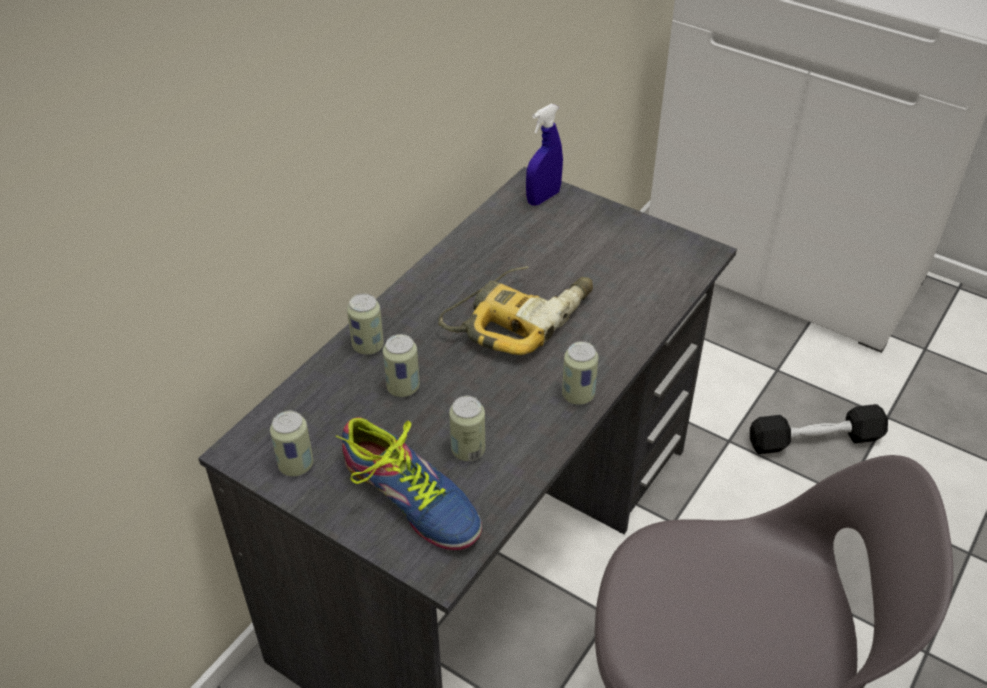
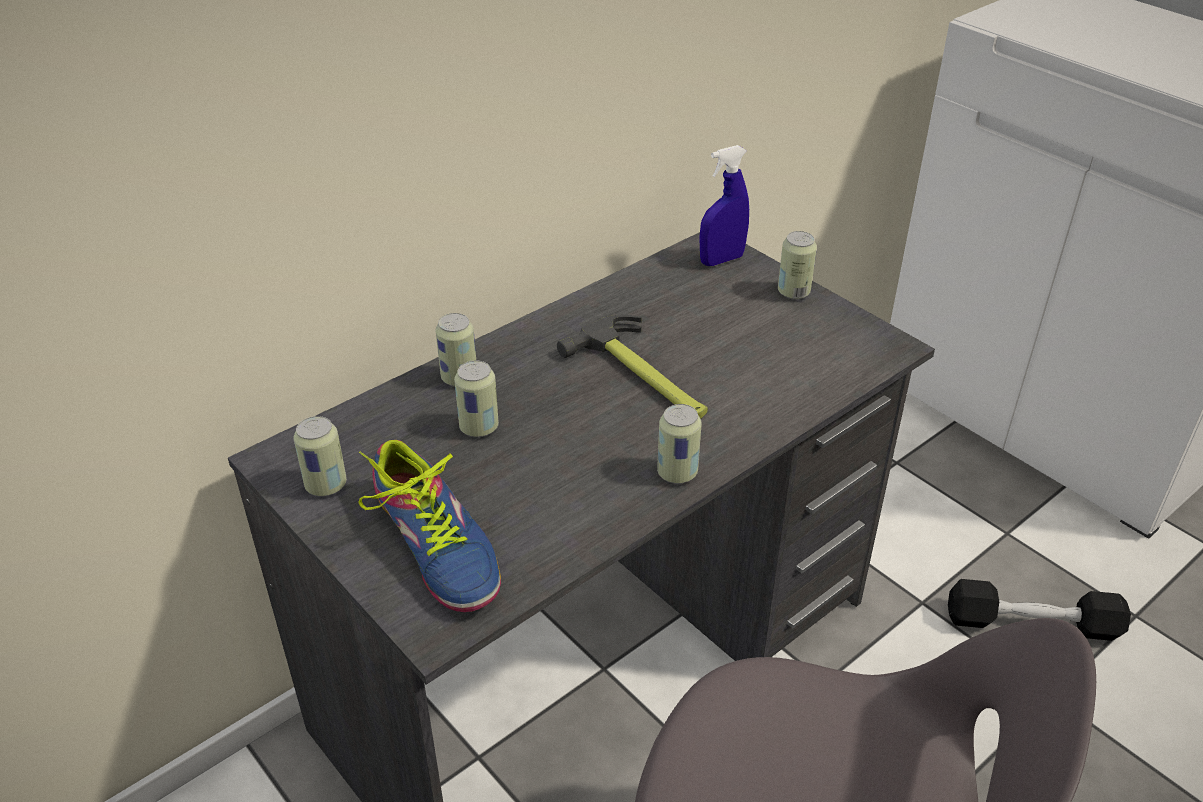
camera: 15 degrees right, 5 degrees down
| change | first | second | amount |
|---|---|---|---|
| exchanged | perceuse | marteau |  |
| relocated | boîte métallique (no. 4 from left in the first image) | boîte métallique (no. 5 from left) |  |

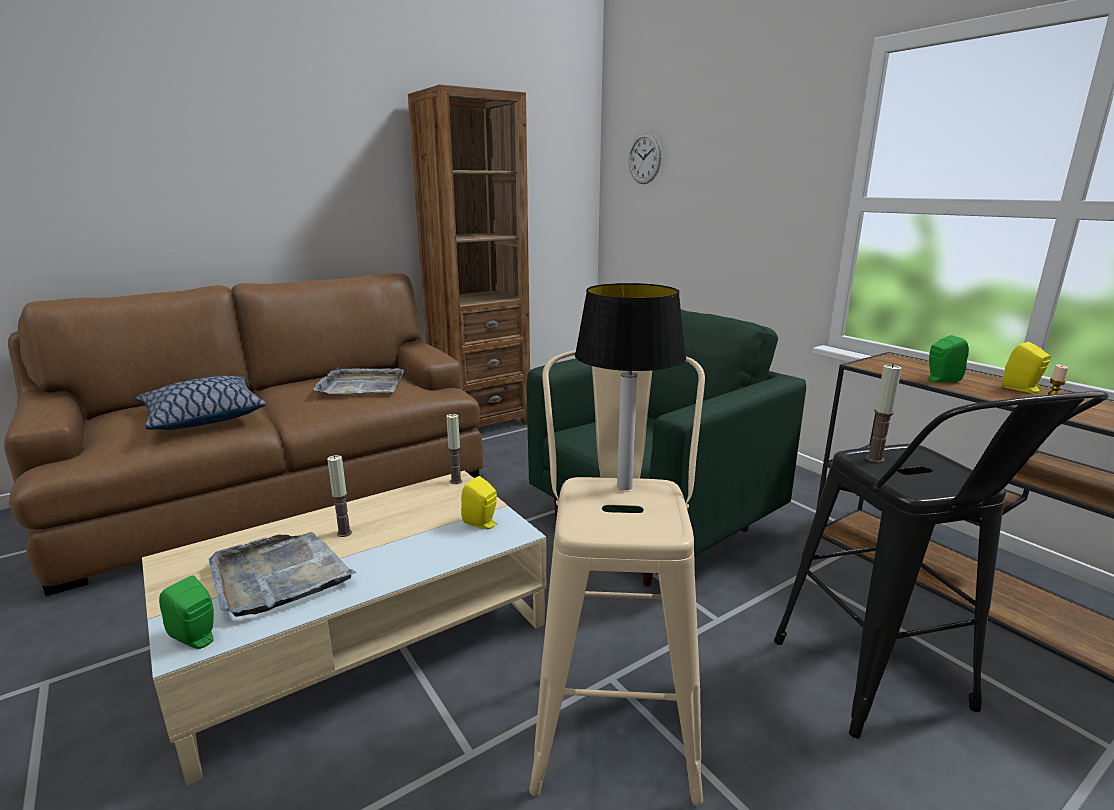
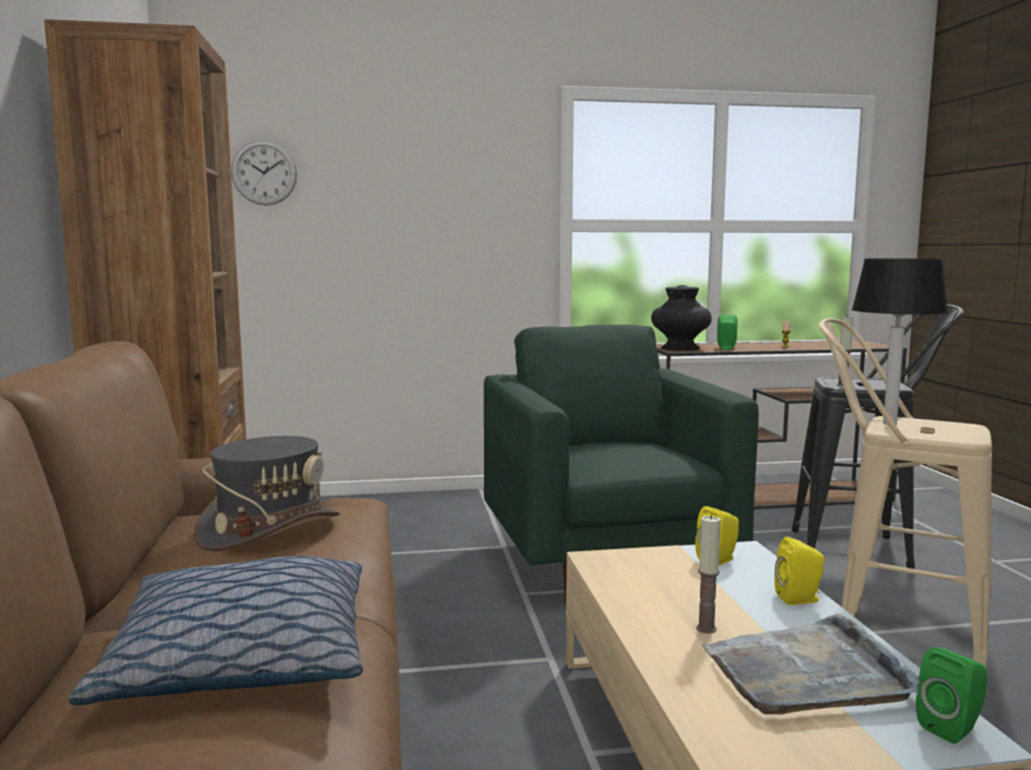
camera: 65 degrees left, 10 degrees down
| change | first | second | amount |
|---|---|---|---|
| relocated | enceinte/jaune (no. 2 from left) |  |  |
| exchanged | plateau/gris (no. 2 from left) | chapeau/gris |  |
| missing | bougie (no. 2 from left) |  |  |
| appeared |  | vase/noir |  |

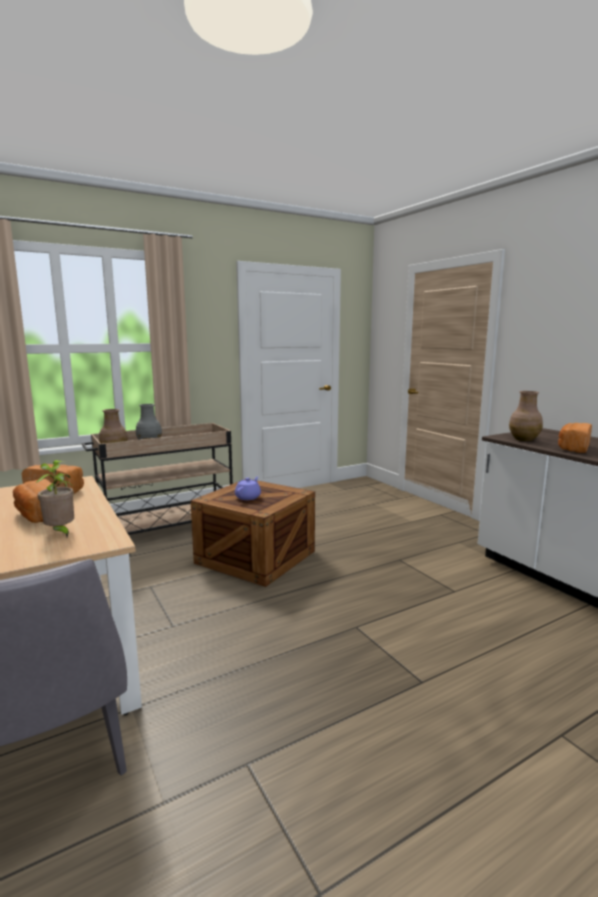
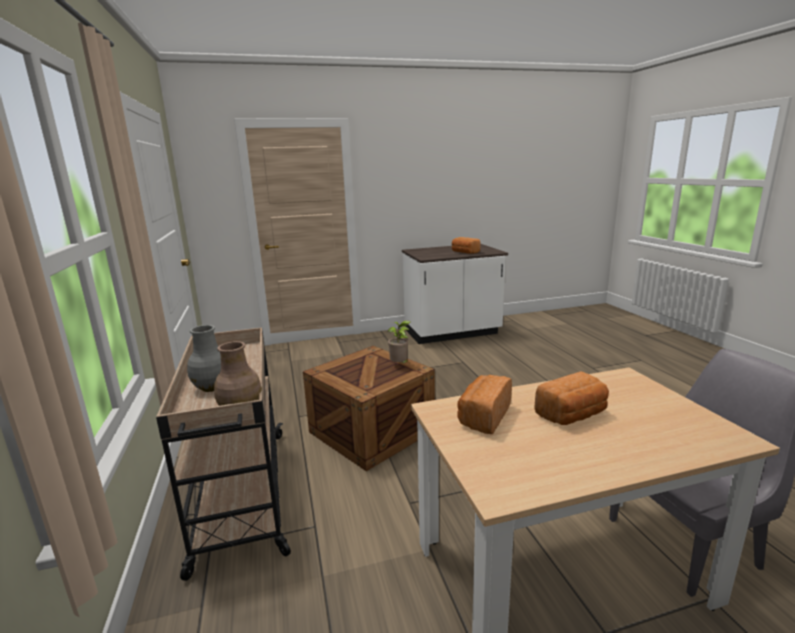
camera: 75 degrees left, 5 degrees up
| change | first | second | amount |
|---|---|---|---|
| missing | vase/marron (no. 2 from left) |  |  |
| relocated | plante en pot |  |  |
| missing | théière/violet |  |  |

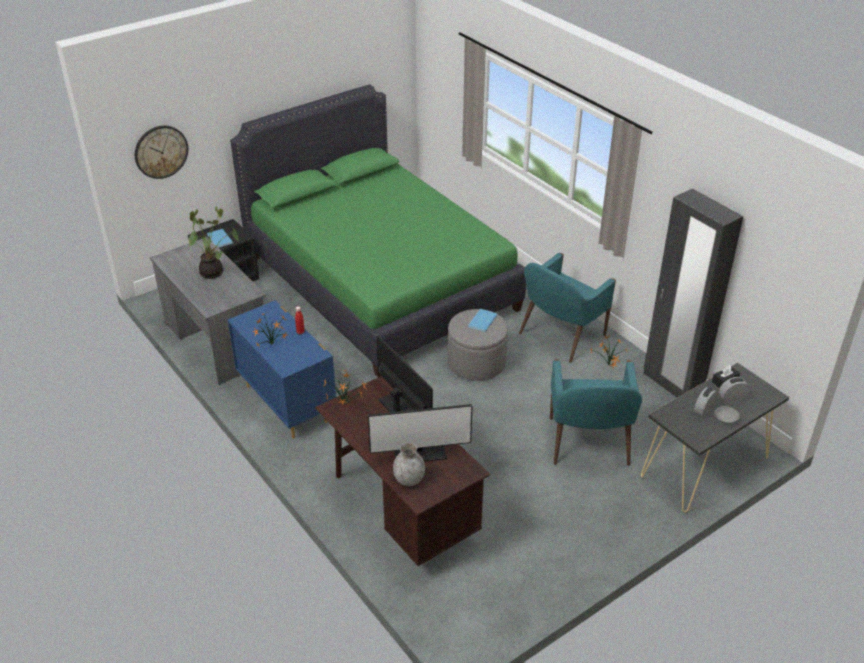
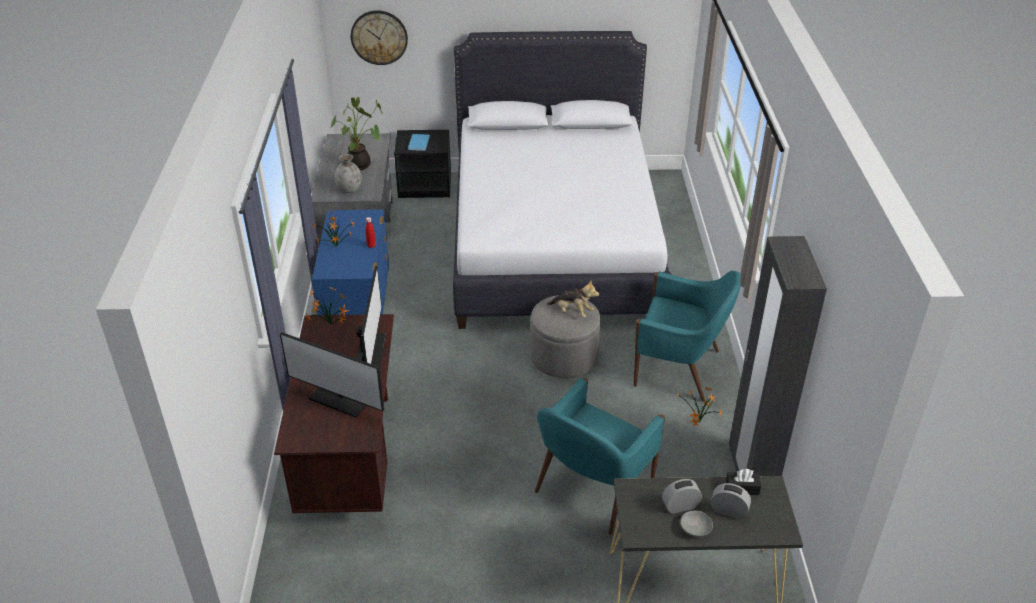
camera: 35 degrees right, 0 degrees up
| change | first | second | amount |
|---|---|---|---|
| colour | lit/vert | lit/blanc |  |
| spun | fauteuil/turquoise (no. 1 from left in the first image) | fauteuil/turquoise (no. 2 from left) | 150 degrees counterclockwise |
| exchanged | livre/bleu (no. 2 from left) | peluche |  |
| relocated | vase/gris |  |  |

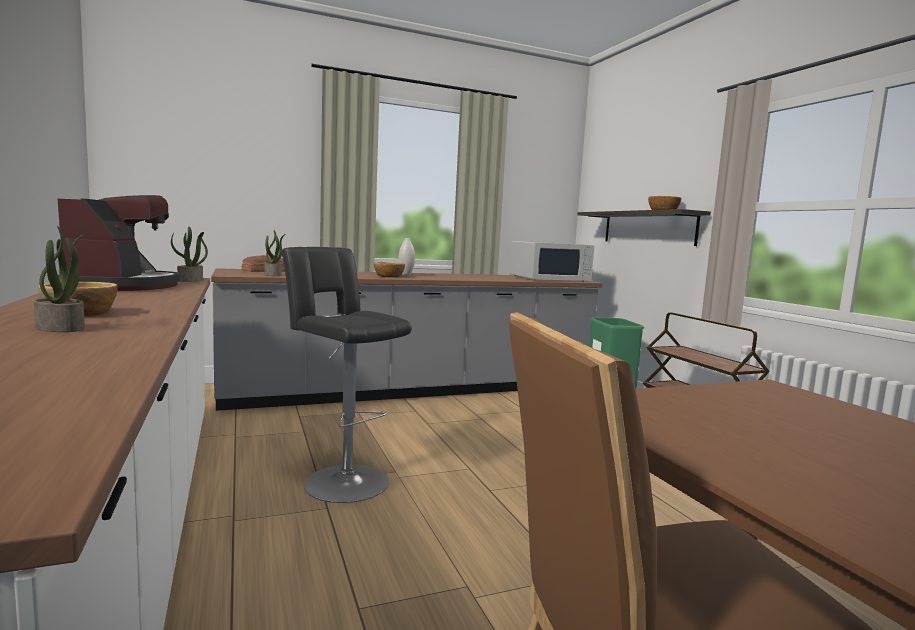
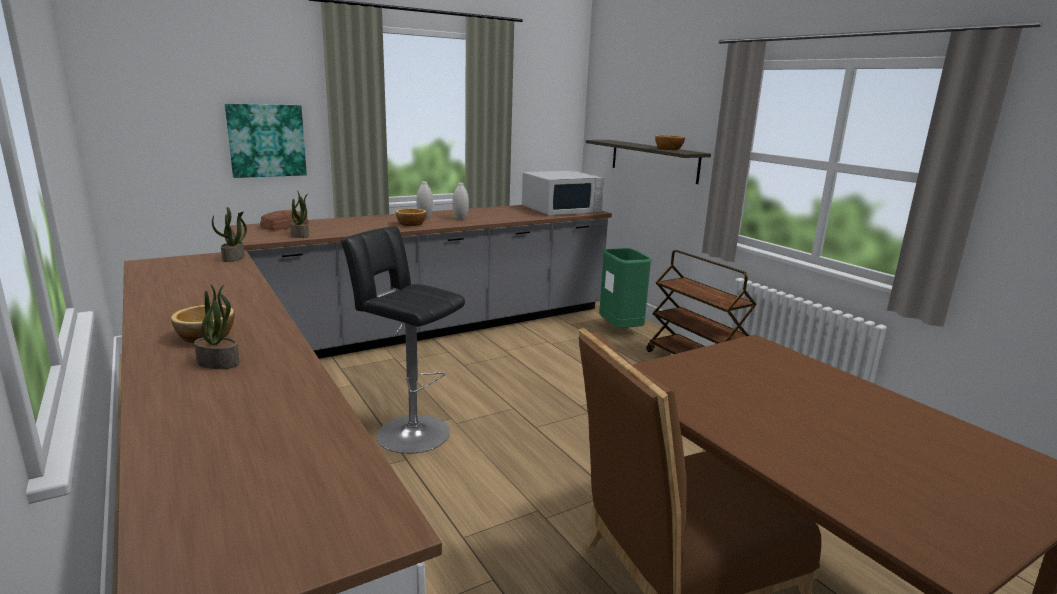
camera: 10 degrees left, 10 degrees up
| change | first | second | amount |
|---|---|---|---|
| missing | machine à café |  |  |
| appeared |  | tableau |  |
| appeared |  | vase/blanc (no. 2 from left) |  |

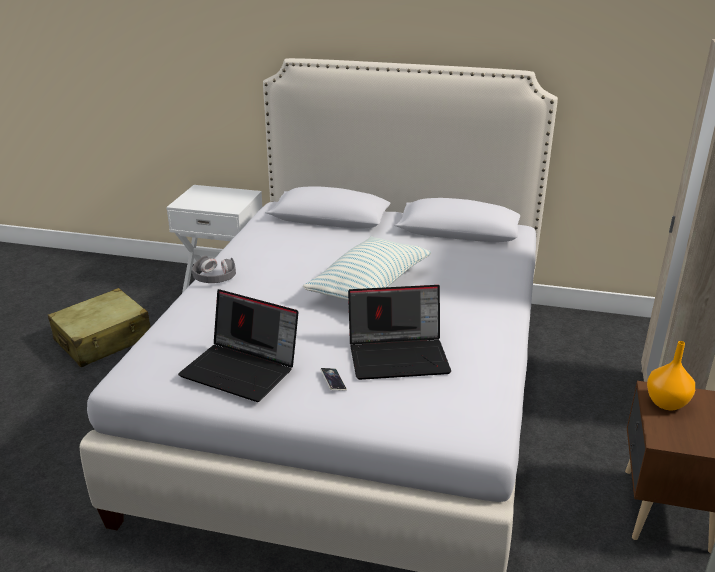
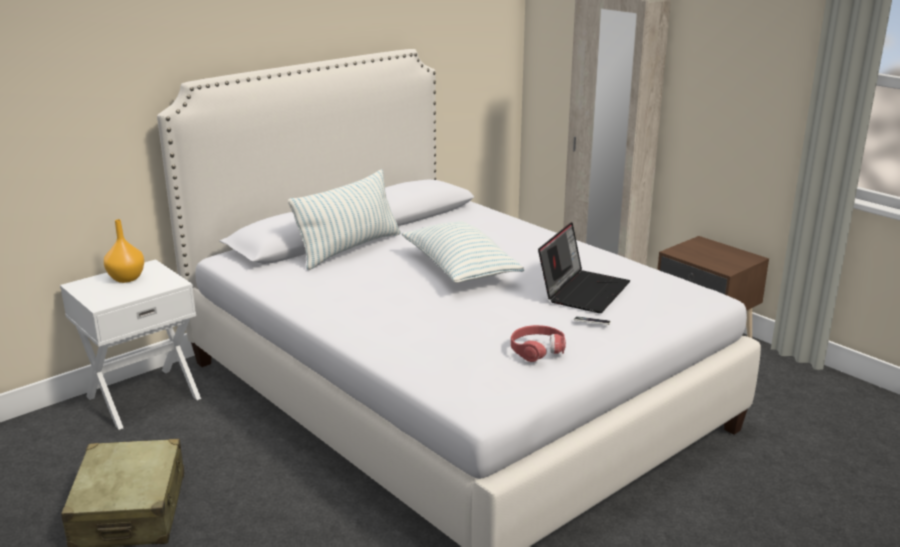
camera: 55 degrees left, 5 degrees down
| change | first | second | amount |
|---|---|---|---|
| missing | casque audio/gris |  |  |
| exchanged | ordinateur portable (no. 1 from left) | casque audio/rouge |  |
| relocated | vase/orange |  |  |
| appeared |  | coussin (no. 1 from left) |  |

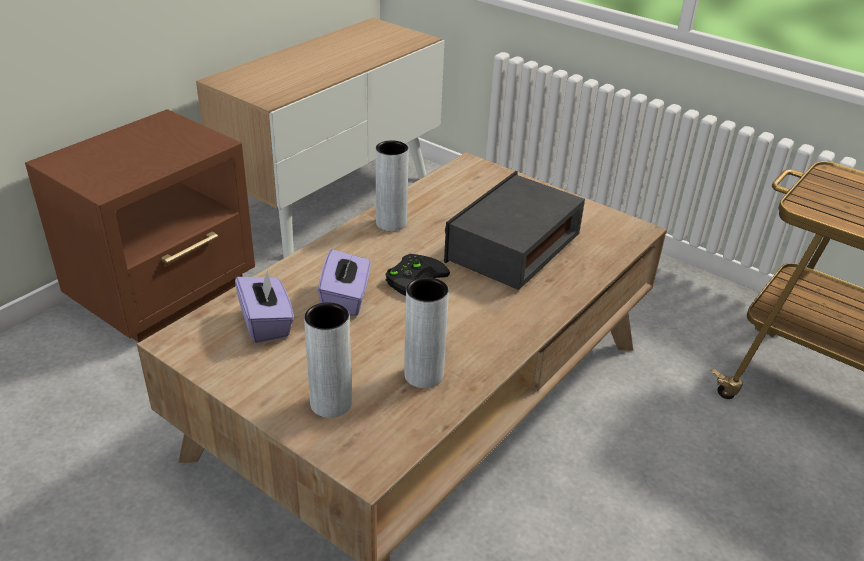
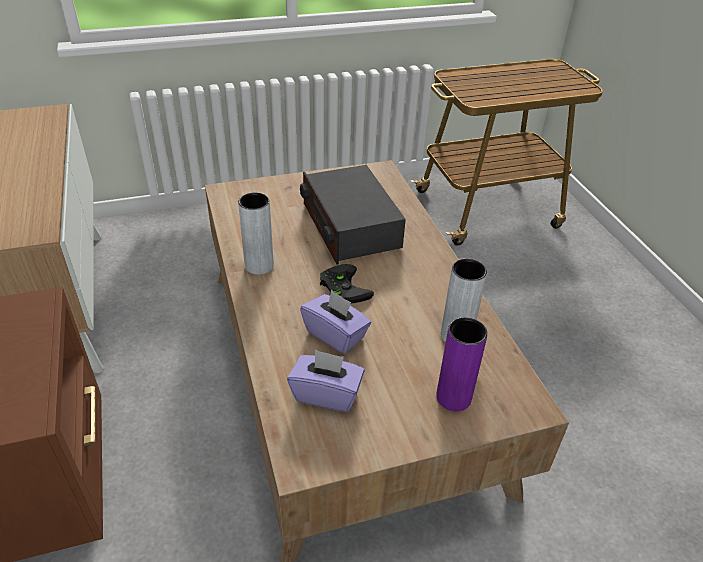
camera: 55 degrees left, 5 degrees up
| change | first | second | amount |
|---|---|---|---|
| colour | vase/gris (no. 1 from left) | vase/violet |  |

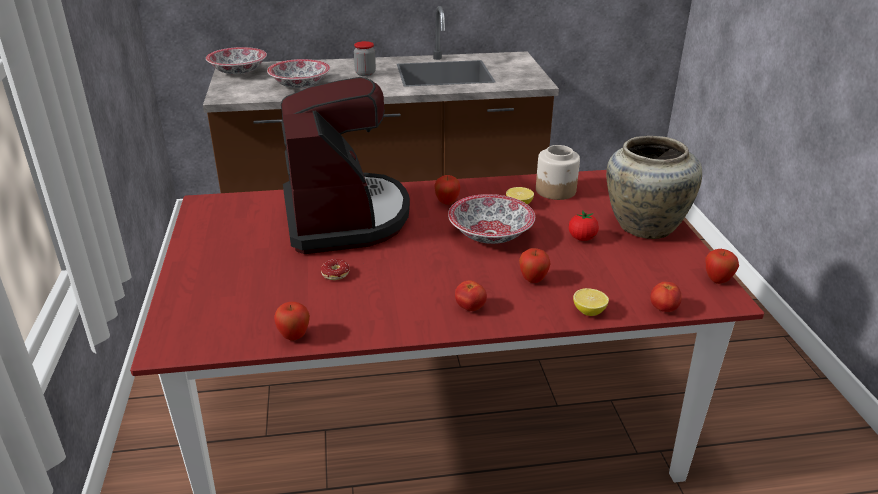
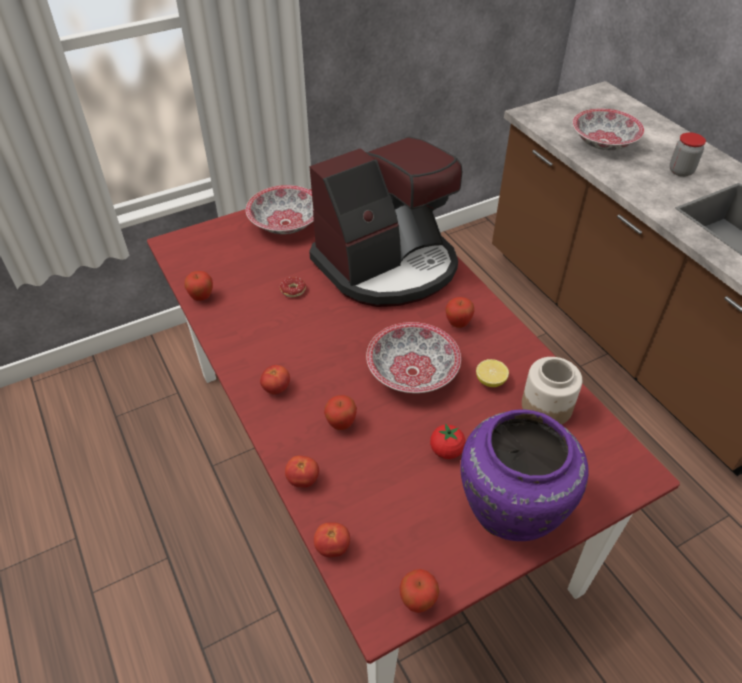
camera: 70 degrees right, 15 degrees up
| change | first | second | amount |
|---|---|---|---|
| relocated | bol (no. 1 from left) |  |  |
| colour | vase/beige | vase/violet |  |
| exchanged | citron (no. 2 from left) | tomate (no. 2 from left) |  |

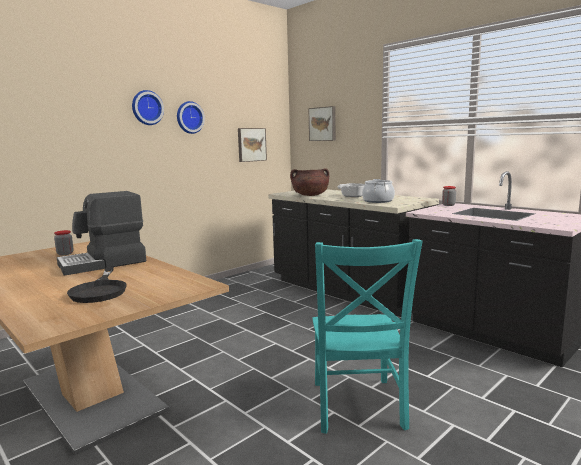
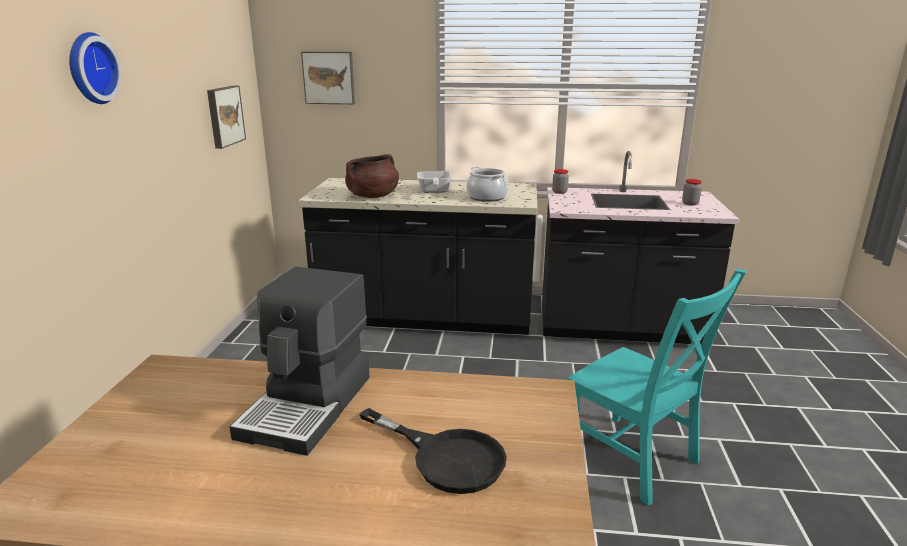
camera: 40 degrees left, 10 degrees up
| change | first | second | amount |
|---|---|---|---|
| missing | horloge murale (no. 2 from left) |  |  |
| relocated | bocal (no. 1 from left in the first image) | bocal (no. 2 from left) |  |

